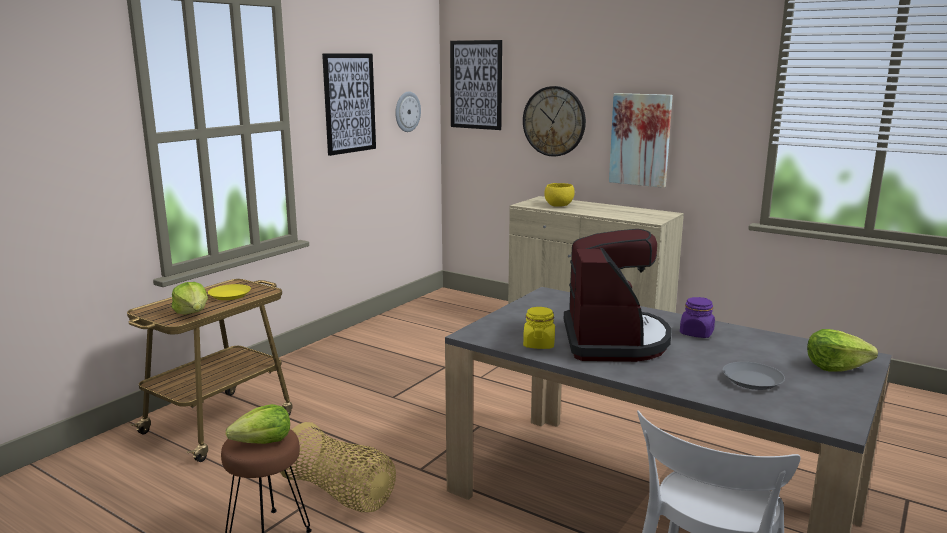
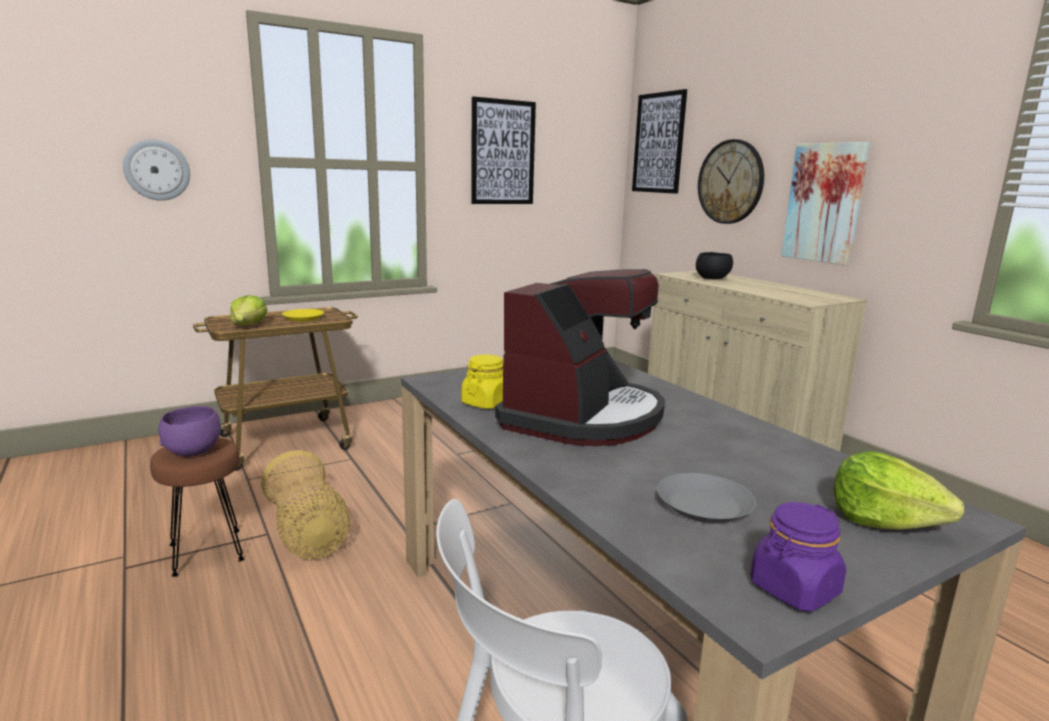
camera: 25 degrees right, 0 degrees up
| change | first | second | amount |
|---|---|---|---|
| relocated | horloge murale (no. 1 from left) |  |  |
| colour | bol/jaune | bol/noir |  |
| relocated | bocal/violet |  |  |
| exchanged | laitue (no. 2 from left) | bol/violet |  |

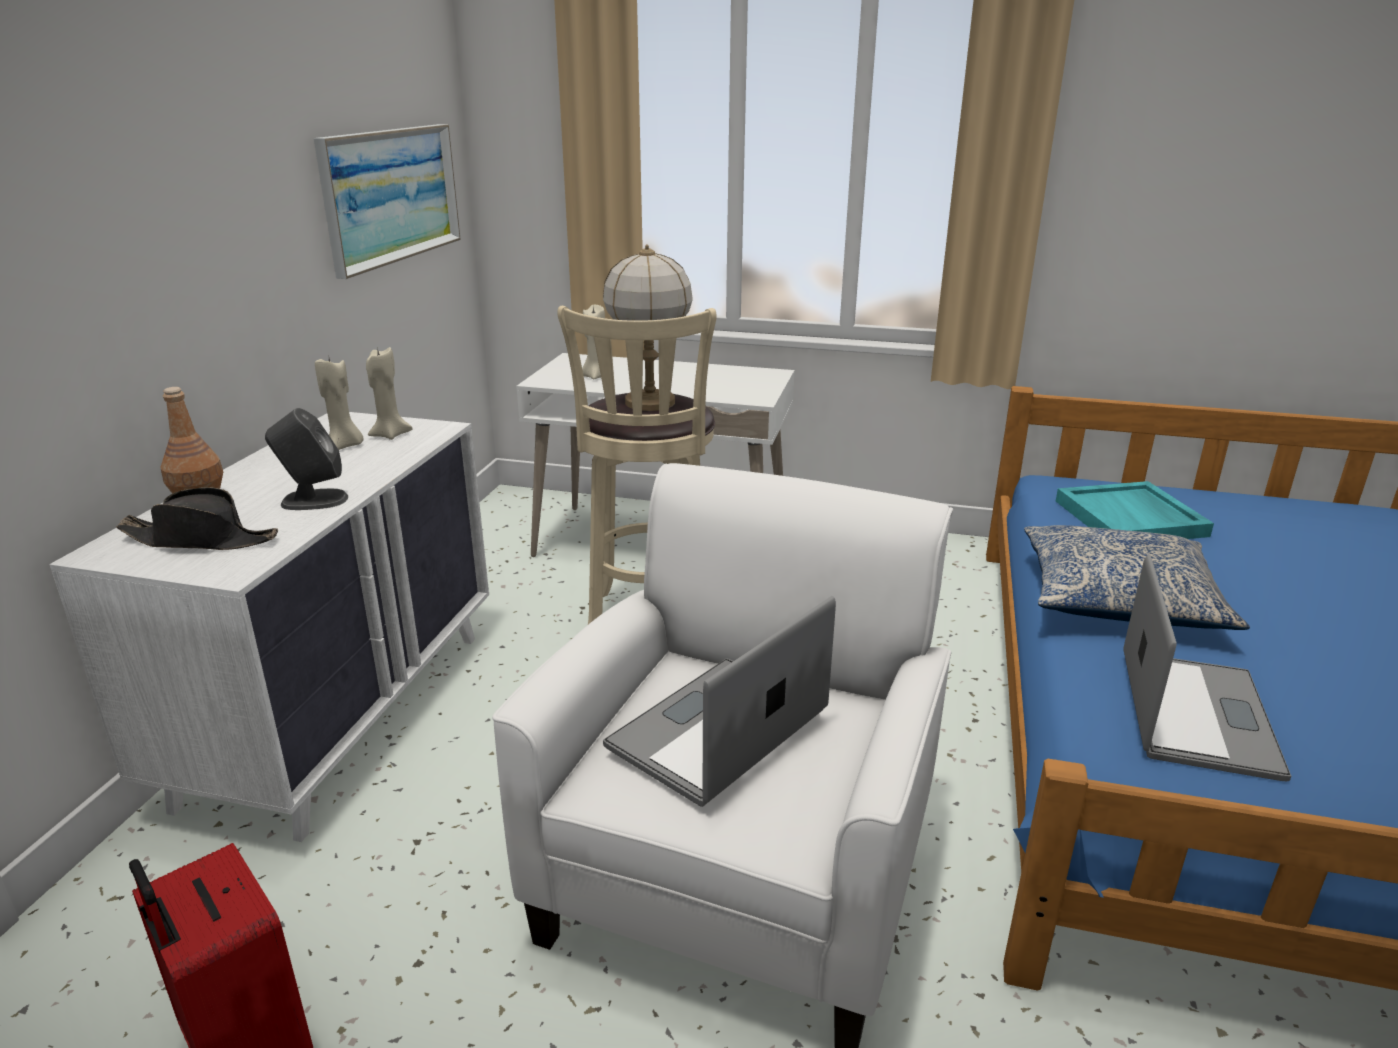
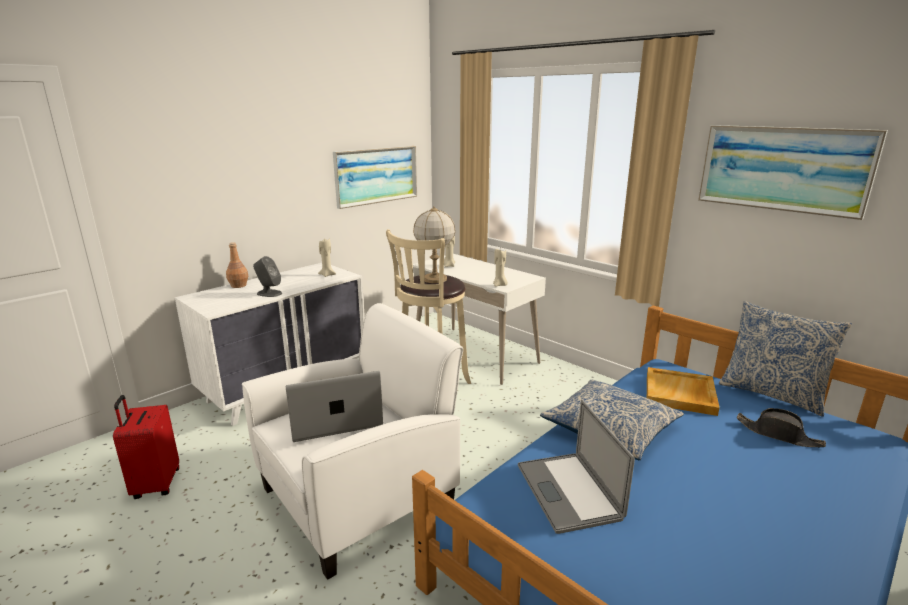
camera: 30 degrees right, 5 degrees down
| change | first | second | amount |
|---|---|---|---|
| relocated | bougie/beige (no. 1 from left in the first image) | bougie/beige (no. 3 from left) |  |
| colour | plateau/turquoise | plateau/beige |  |
| relocated | chapeau/noir |  |  |
| spun | ordinateur portable (no. 2 from left) |  | 120 degrees clockwise |
| appeared |  | tableau (no. 2 from left) |  |
| appeared |  | coussin (no. 2 from left) |  |

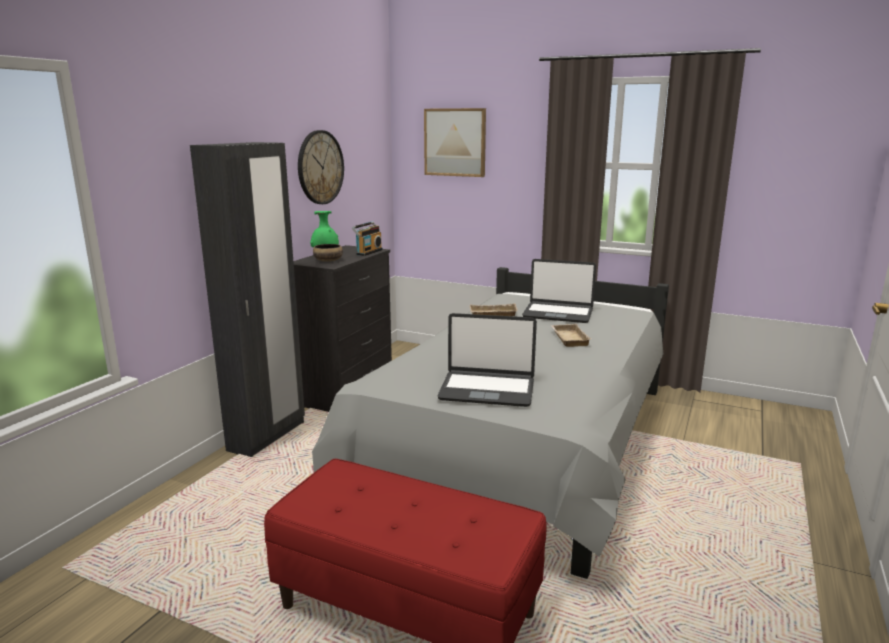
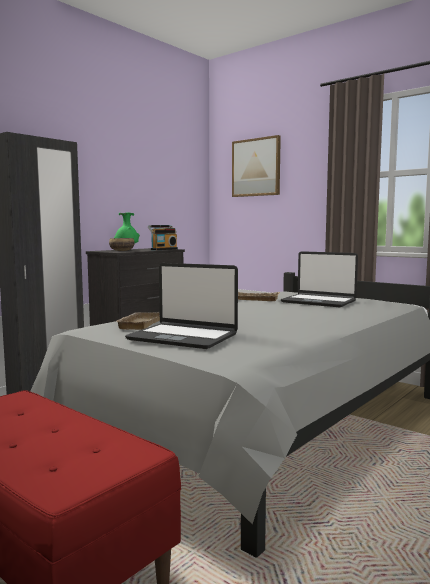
camera: 15 degrees right, 10 degrees down
| change | first | second | amount |
|---|---|---|---|
| missing | horloge murale |  |  |
| relocated | plateau/beige (no. 2 from left in the first image) | plateau/beige (no. 1 from left) |  |

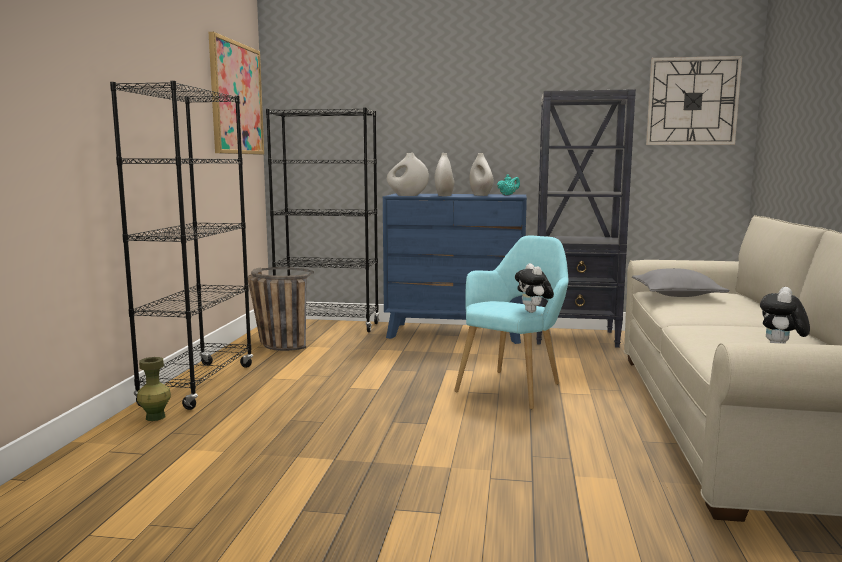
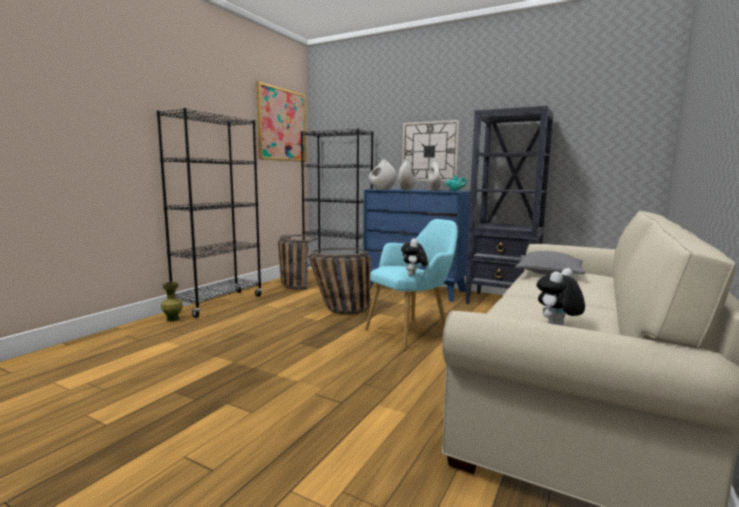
camera: 20 degrees right, 0 degrees up
| change | first | second | amount |
|---|---|---|---|
| relocated | horloge murale |  |  |
| appeared |  | panier (no. 2 from left) |  |

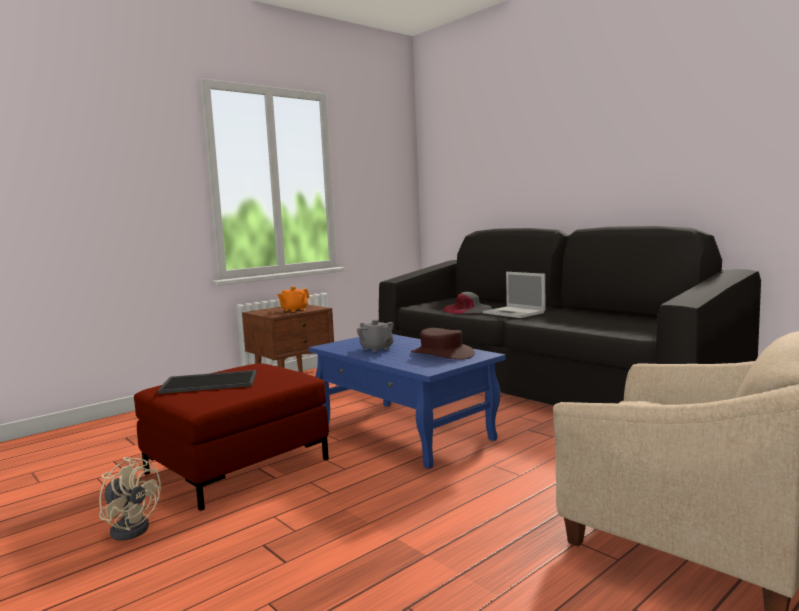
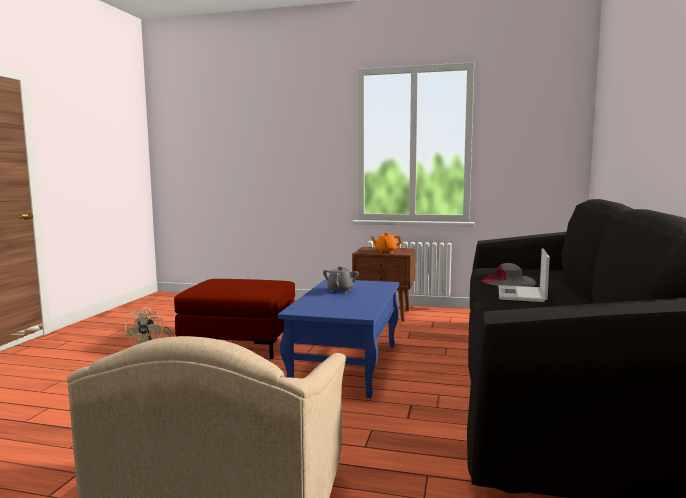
camera: 55 degrees right, 0 degrees up
| change | first | second | amount |
|---|---|---|---|
| missing | chapeau/marron |  |  |
| missing | plateau |  |  |

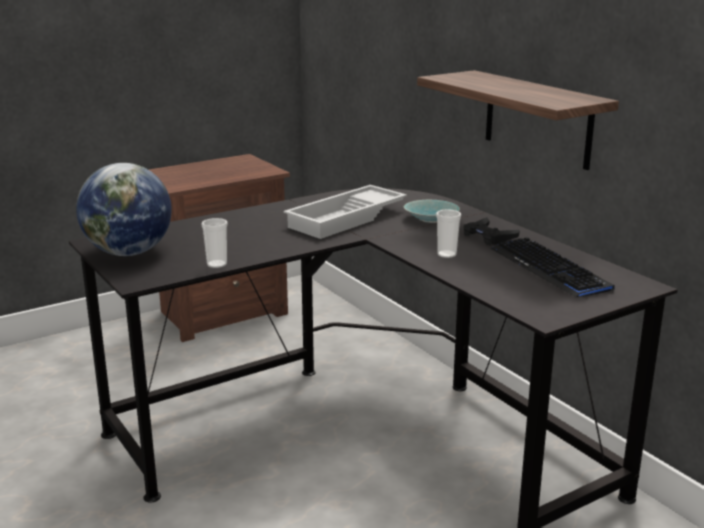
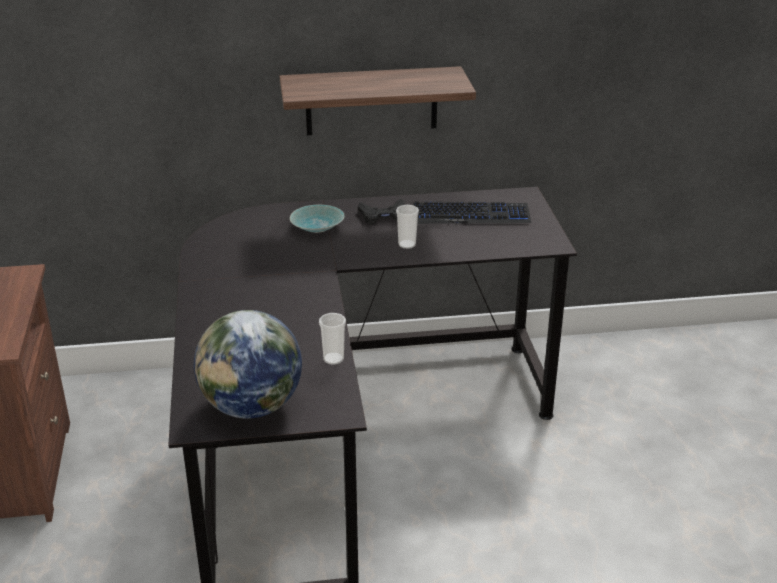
camera: 65 degrees left, 10 degrees up
| change | first | second | amount |
|---|---|---|---|
| missing | plateau/blanc |  |  |

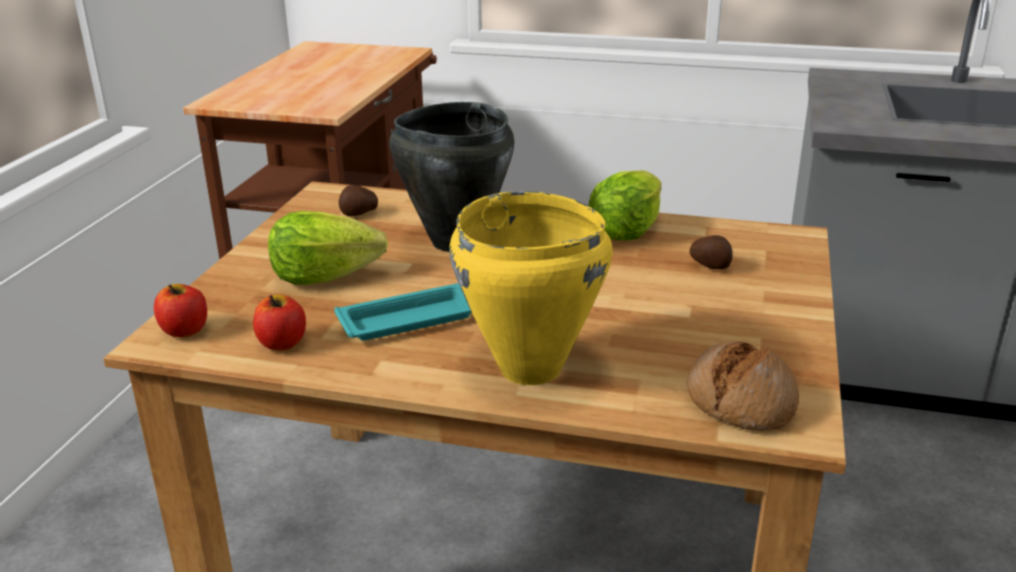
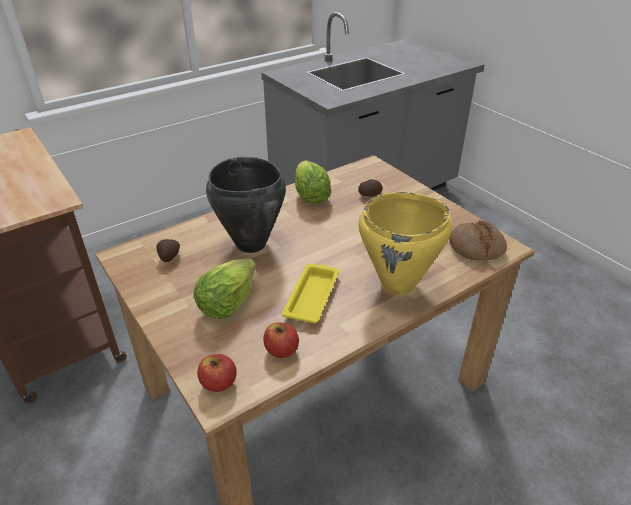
camera: 50 degrees left, 10 degrees up
| change | first | second | amount |
|---|---|---|---|
| colour | plateau/turquoise | plateau/jaune |  |

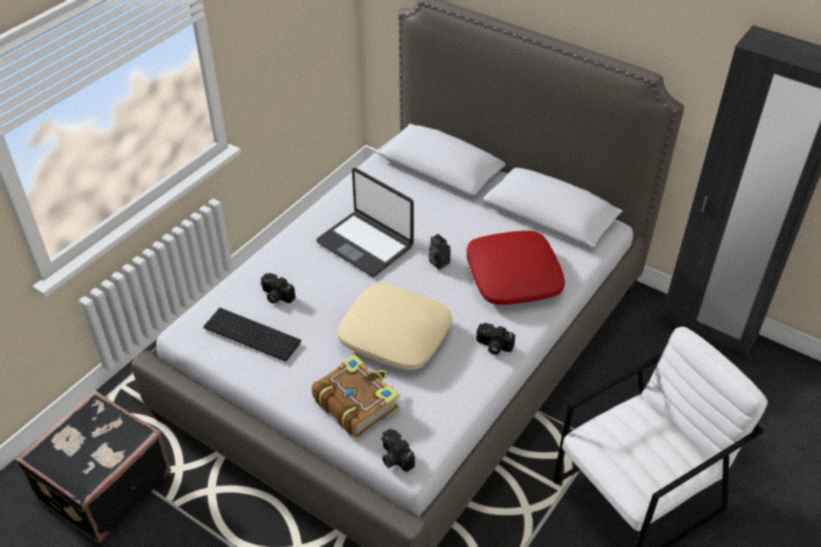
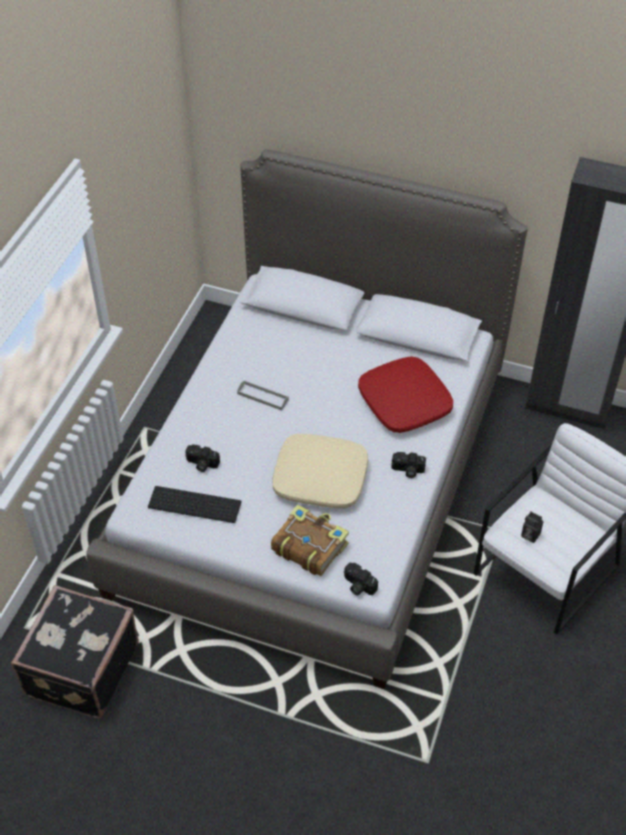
camera: 15 degrees left, 5 degrees up
| change | first | second | amount |
|---|---|---|---|
| exchanged | ordinateur portable | plateau/gris |  |
| relocated | appareil photo (no. 3 from left in the first image) | appareil photo (no. 4 from left) |  |

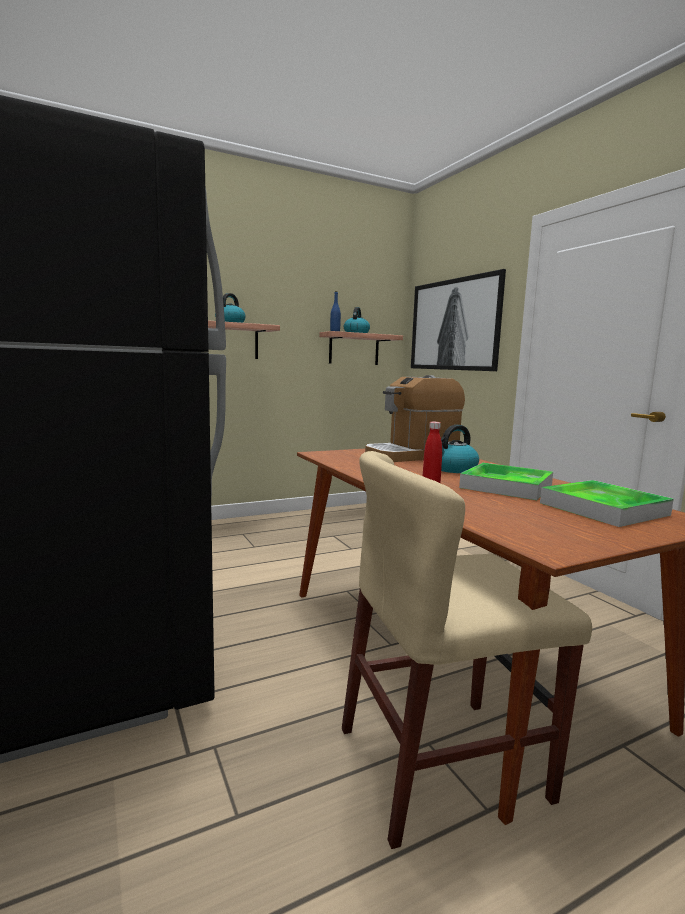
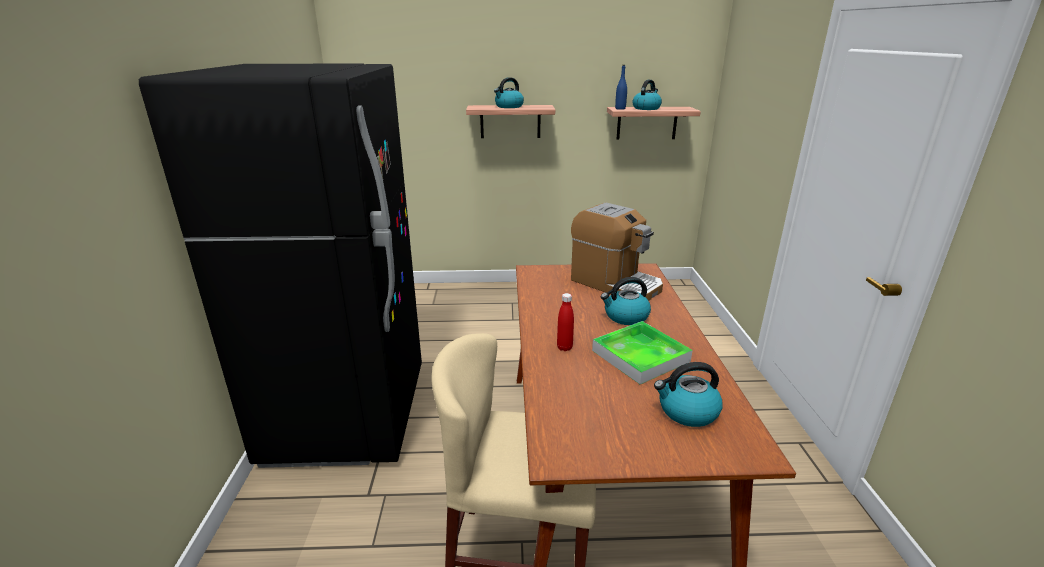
camera: 25 degrees right, 15 degrees up
| change | first | second | amount |
|---|---|---|---|
| missing | tableau |  |  |
| spun | machine à café |  | 135 degrees counterclockwise |
| exchanged | plateau (no. 2 from left) | bouilloire (no. 4 from left) |  |

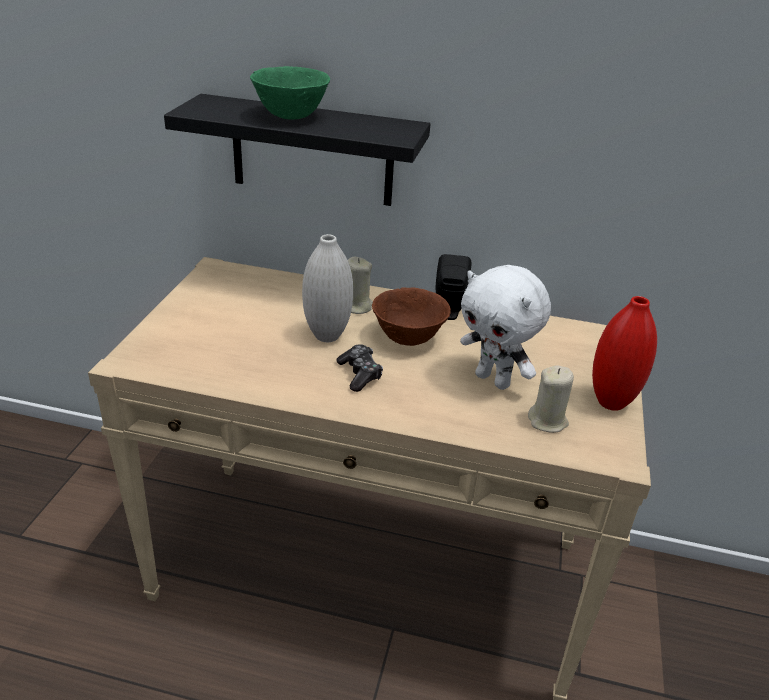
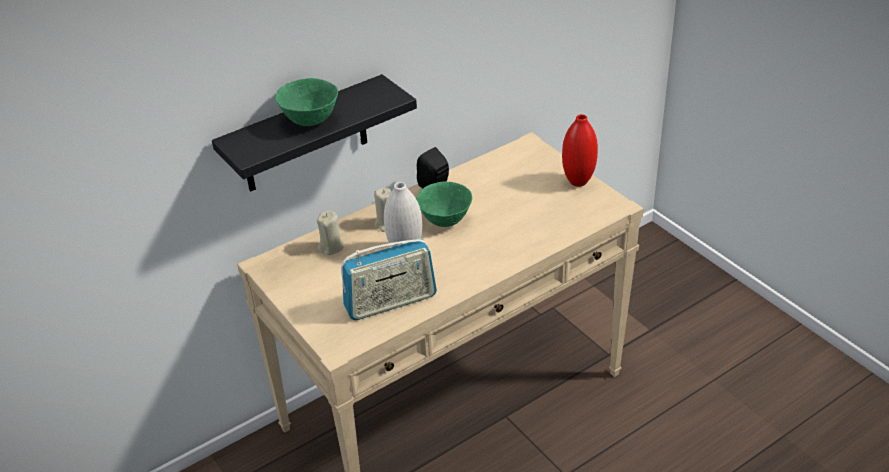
camera: 45 degrees left, 5 degrees up
| change | first | second | amount |
|---|---|---|---|
| missing | peluche/blanc |  |  |
| colour | bol/marron | bol/vert (no. 2 from left) |  |
| missing | manette |  |  |
| relocated | bougie/beige (no. 2 from left in the first image) | bougie/beige (no. 1 from left) |  |
| appeared |  | radio |  |

